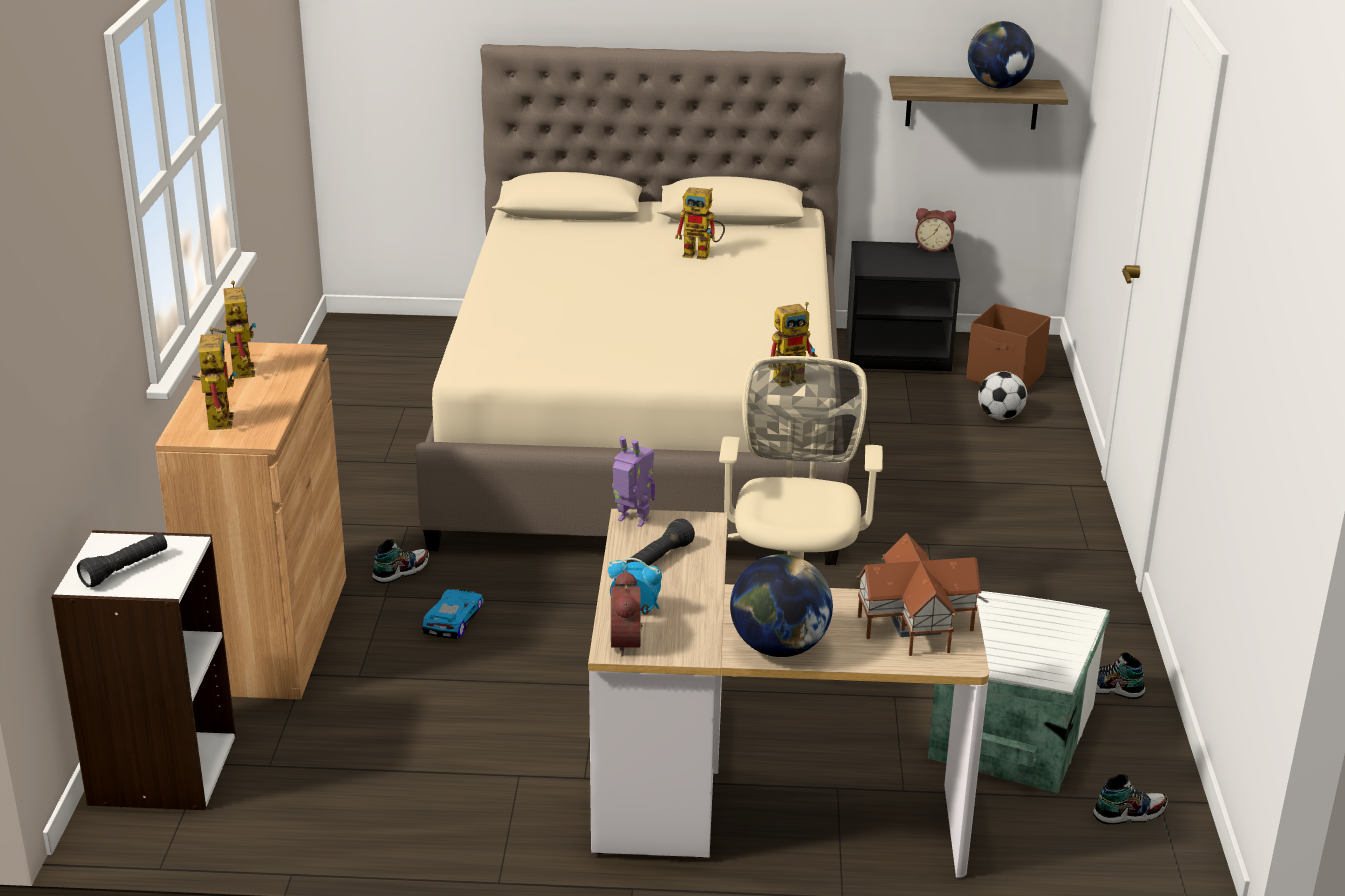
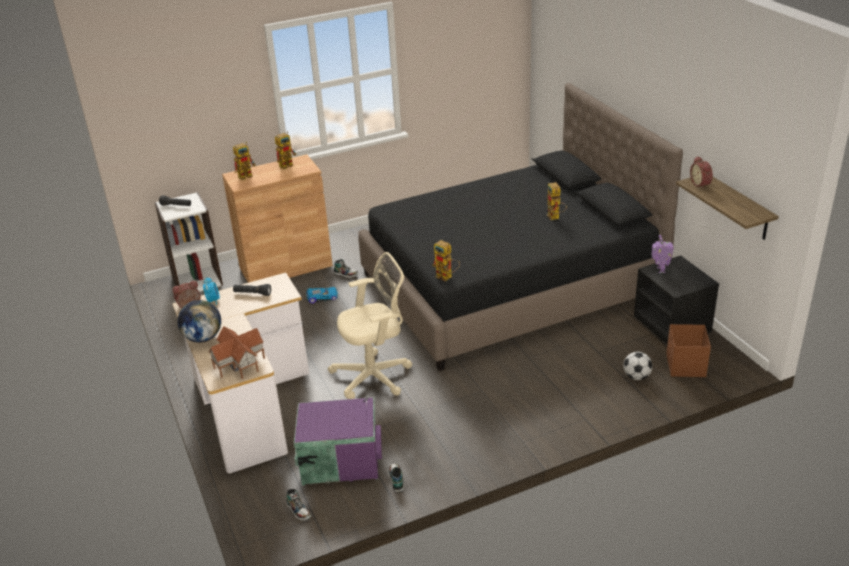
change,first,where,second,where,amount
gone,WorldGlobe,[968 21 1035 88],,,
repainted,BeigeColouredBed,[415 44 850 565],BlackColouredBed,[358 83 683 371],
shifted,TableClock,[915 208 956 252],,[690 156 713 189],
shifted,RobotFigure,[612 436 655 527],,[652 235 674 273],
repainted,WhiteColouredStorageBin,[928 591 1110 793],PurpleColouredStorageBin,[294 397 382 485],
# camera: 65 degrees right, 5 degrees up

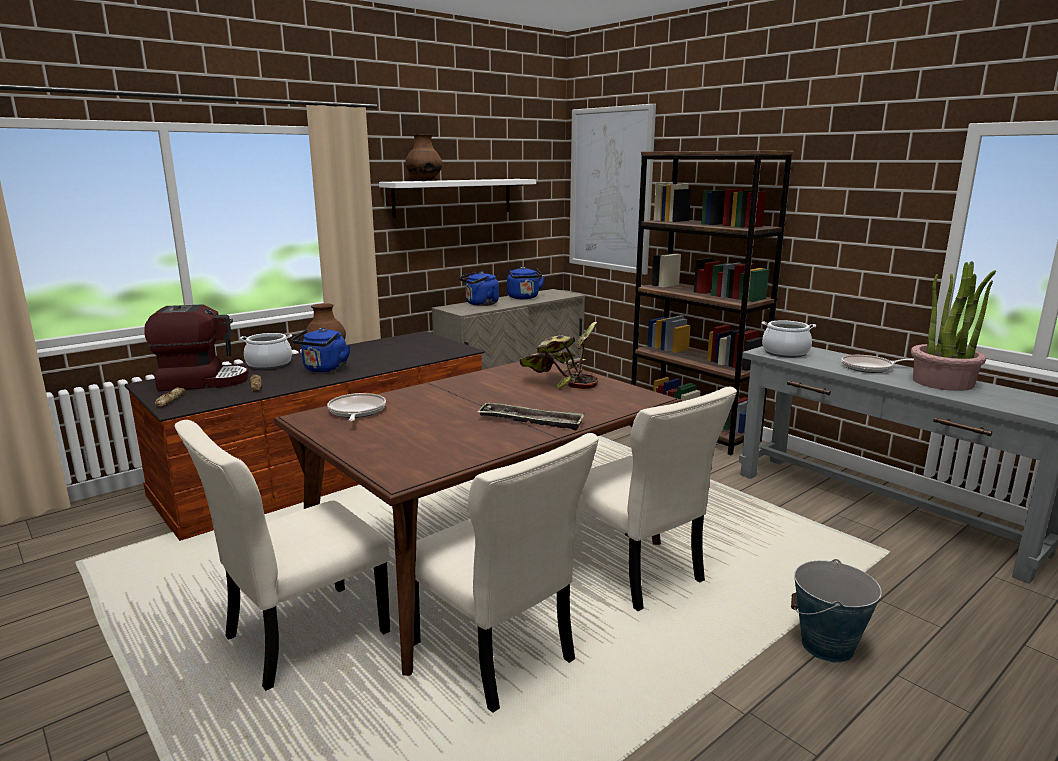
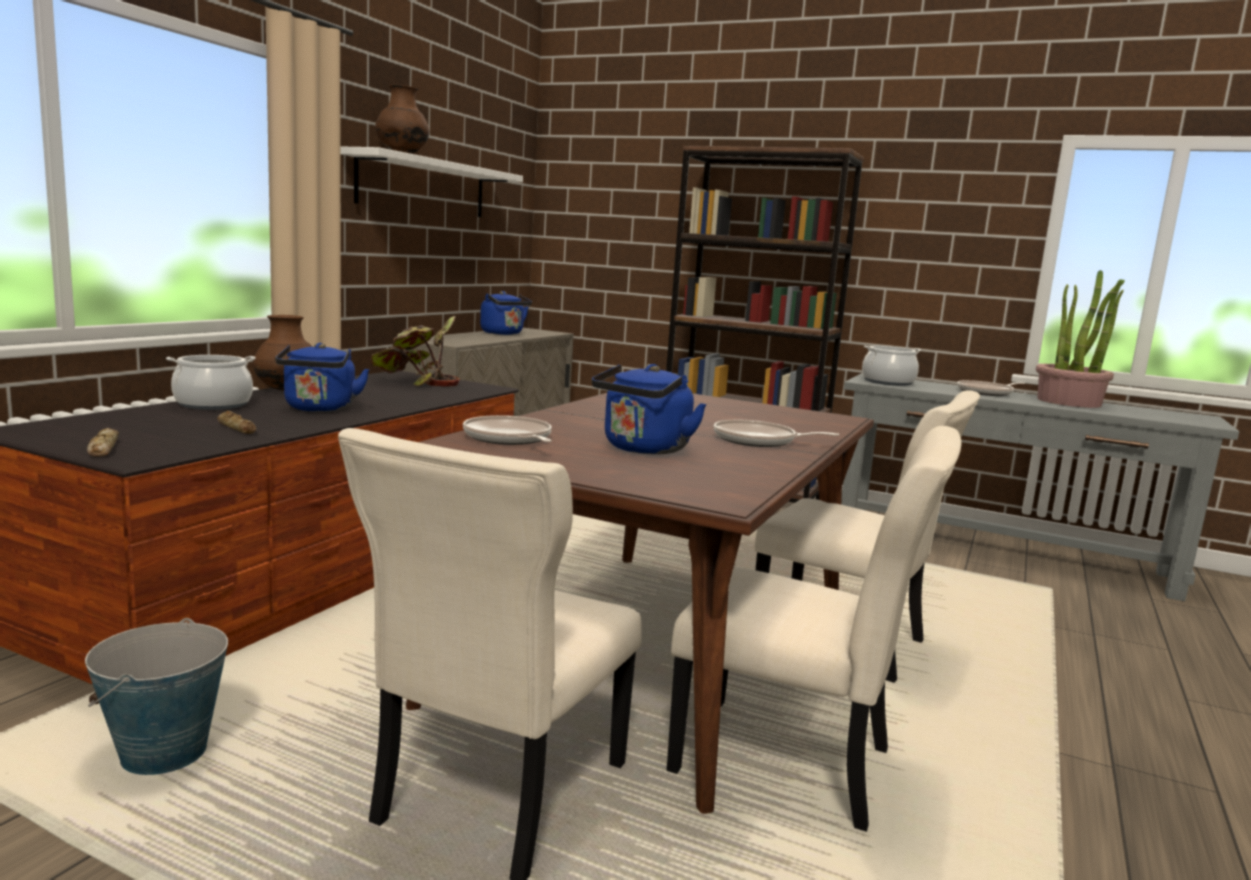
change,first,where,second,where,amount
gone,WallArt,[569 104 656 275],,,
shifted,BluishWaterKettle,[459 271 499 306],,[592 364 707 454],
gone,CoffeeMaker,[144 304 249 391],,,
shifted,PottedPlant,[520 322 599 389],,[370 316 461 387],
swapped,CarryingTray,[477 403 585 430],Skillet,[714 420 839 447],
shifted,WaterBucket,[791 559 882 663],,[85 618 228 775],
# camera: 25 degrees left, 5 degrees down

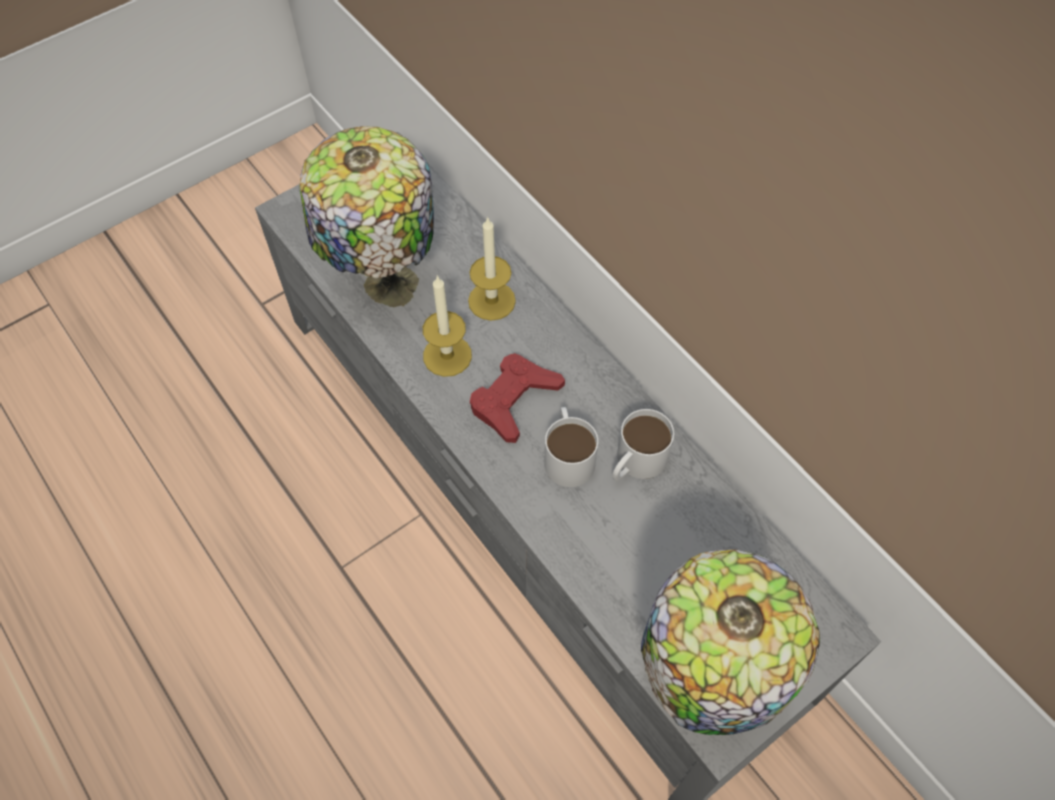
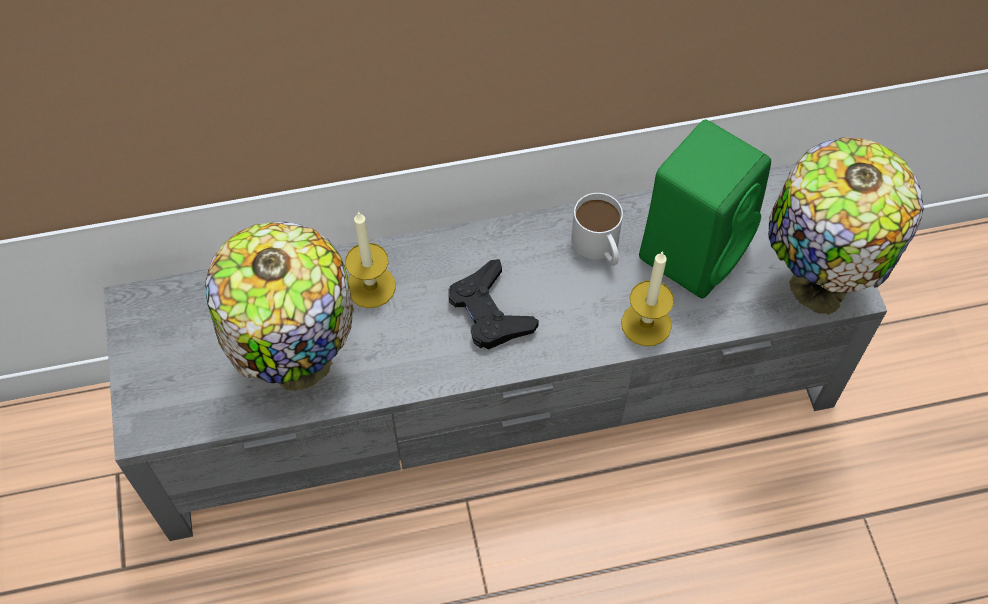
change,first,where,second,where,amount
shifted,Candle,[423 275 472 377],,[621 251 674 346],
repainted,ReddishGameController,[470 353 565 443],BlackColouredGameController,[448 259 539 350],
gone,WhiteColouredCoffeeMug,[544 407 598 487],,,
new,,,GreenColouredSpeaker,[639 119 771 299],
# camera: 65 degrees left, 0 degrees up

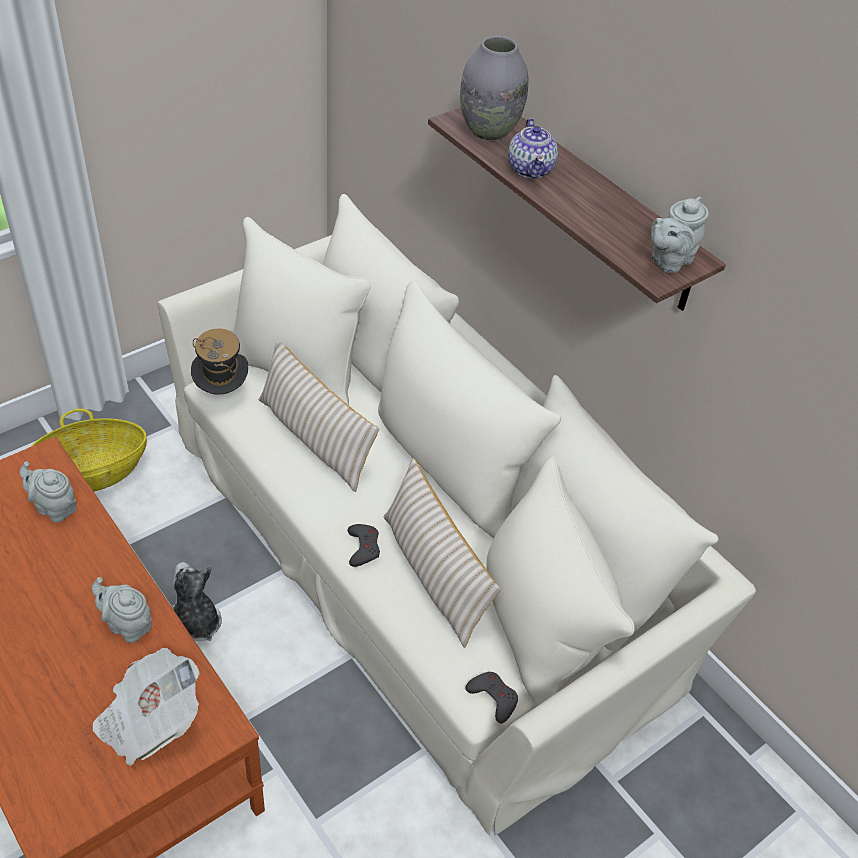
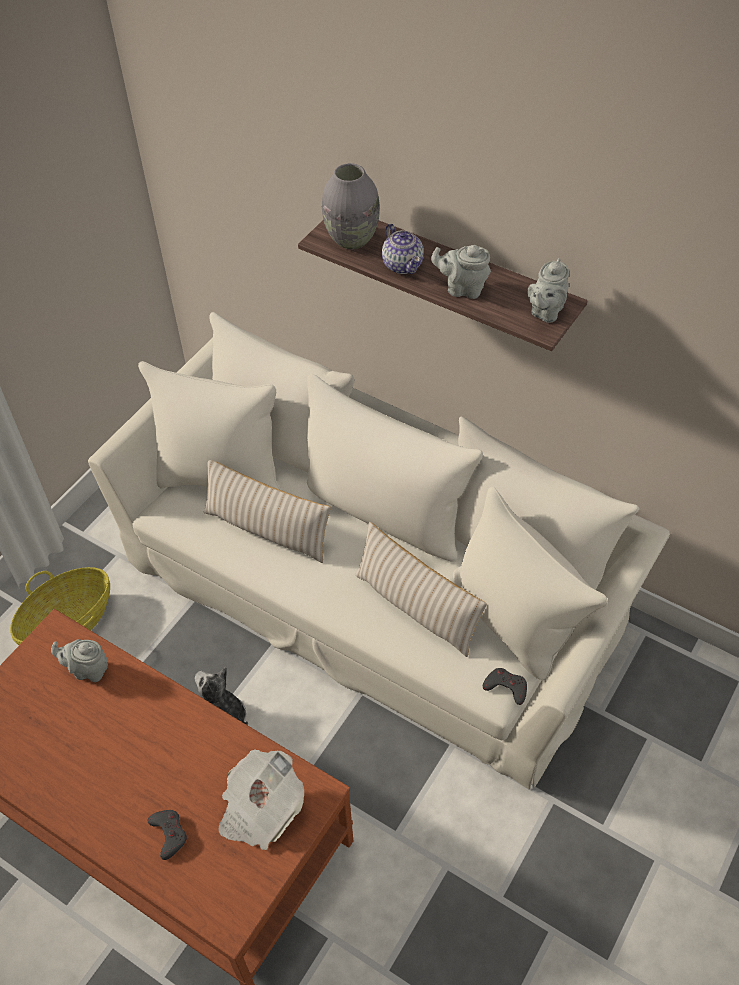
change,first,where,second,where,amount
gone,Hat,[191 328 248 395],,,
shifted,GreyGameController,[348 524 380 567],,[148 810 187 860],
shifted,GreyTeaPot,[92 577 152 643],,[431 245 491 299],
# camera: 15 degrees left, 5 degrees up

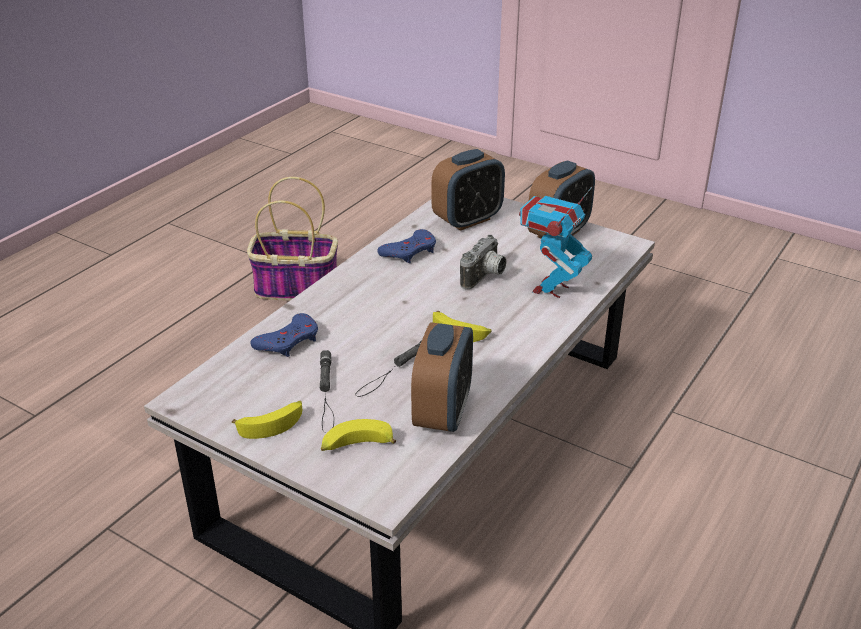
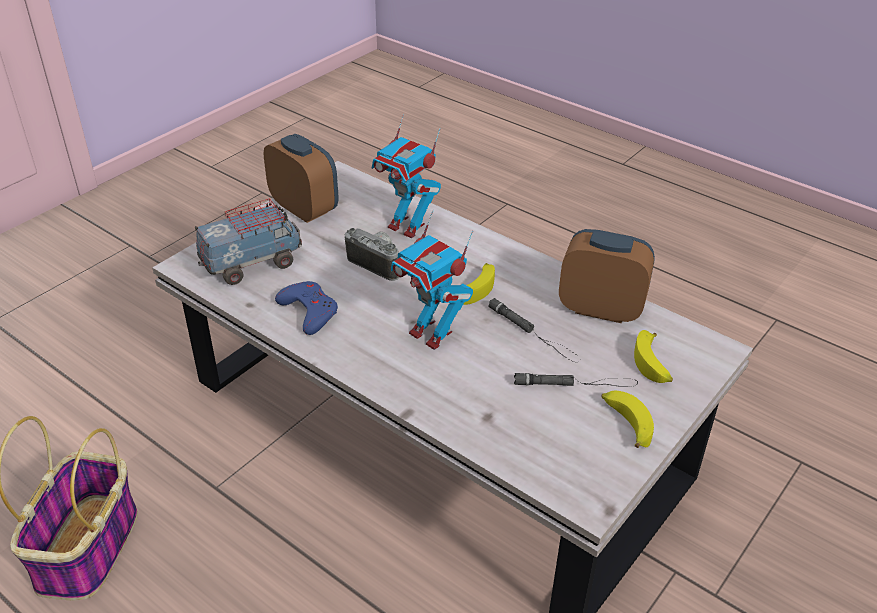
change,first,where,second,where,amount
swapped,TableClock,[431 149 505 231],ToyTruck,[195 199 302 285],
gone,BluishGameController,[250 313 318 357],,,
new,,,RobotFigure,[391 210 473 350],
# camera: 85 degrees left, 5 degrees up

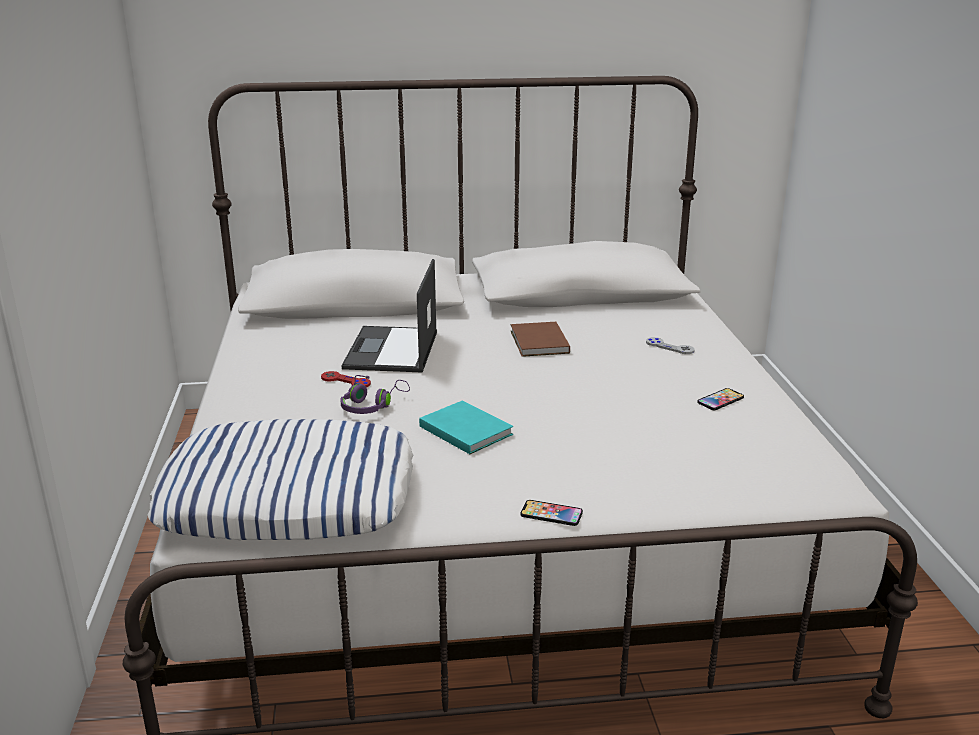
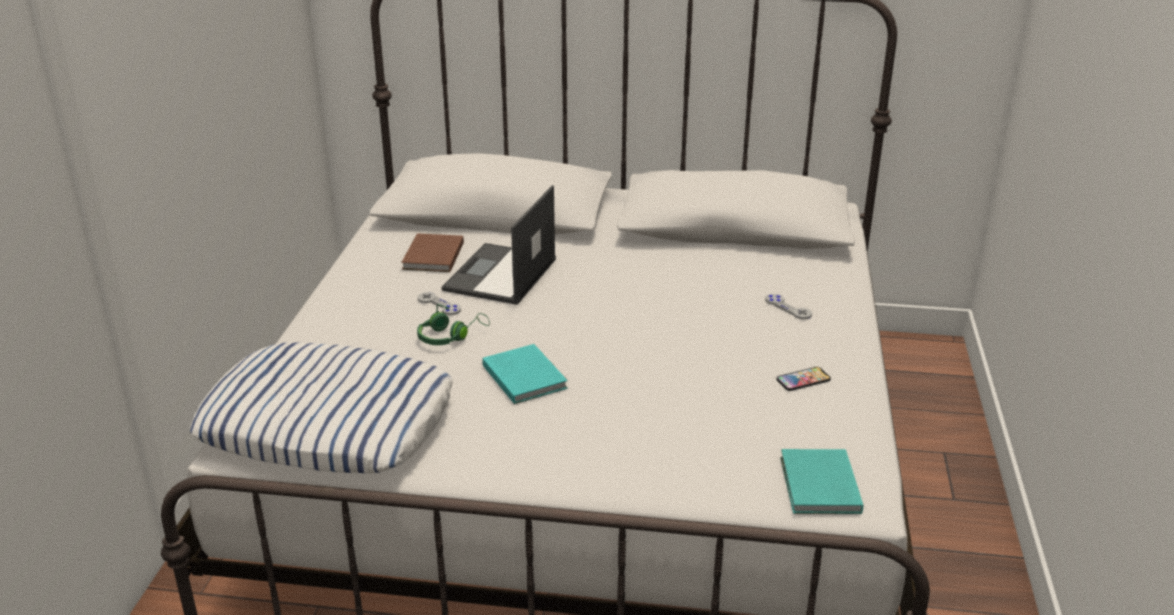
change,first,where,second,where,amount
shifted,BrownBoundBook,[511 322 570 357],,[401 233 464 272],
repainted,ReddishGameController,[321 371 371 387],GreyGameController,[417 292 461 315],
repainted,PurpleColouredHeadphones,[340 375 410 414],GreenColouredHeadphones,[417 304 490 345],
gone,Phone,[521 500 583 526],,,
new,,,BlueGreenBoundBook,[780 449 863 514],
# camera: 15 degrees right, 5 degrees up

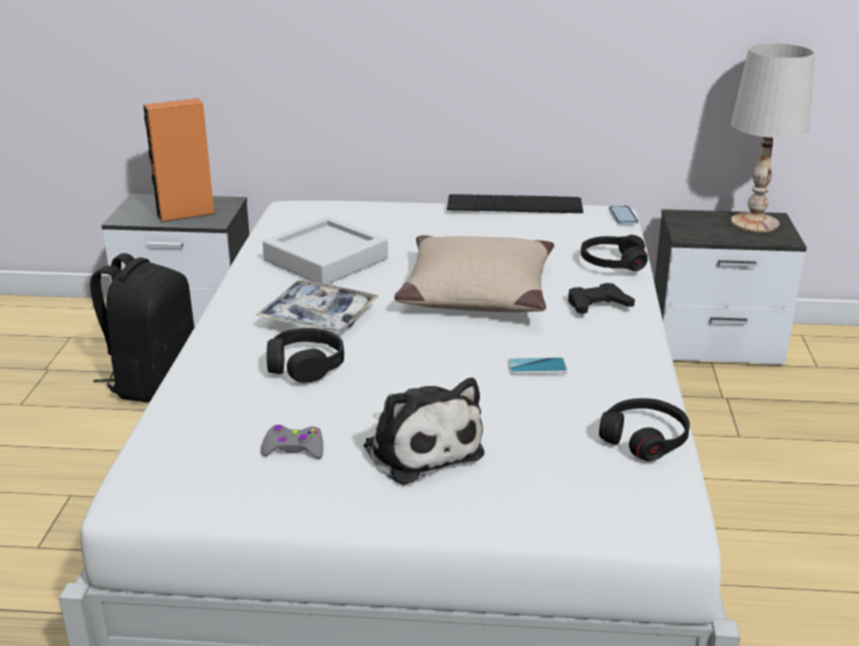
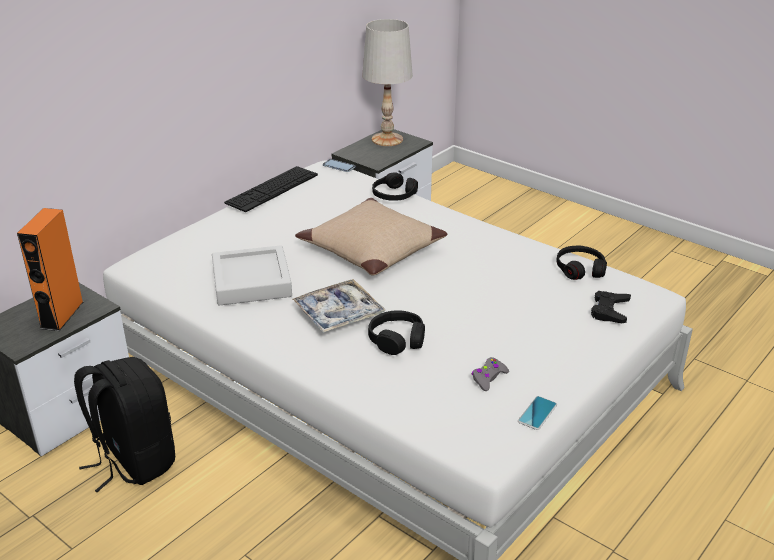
change,first,where,second,where,amount
shifted,BlackColouredGameController,[568 283 635 314],,[591 291 631 323],
shifted,Phone,[508 357 568 374],,[518 396 557 430],
gone,CuddlyToy,[363 378 485 485],,,
# camera: 55 degrees left, 5 degrees up

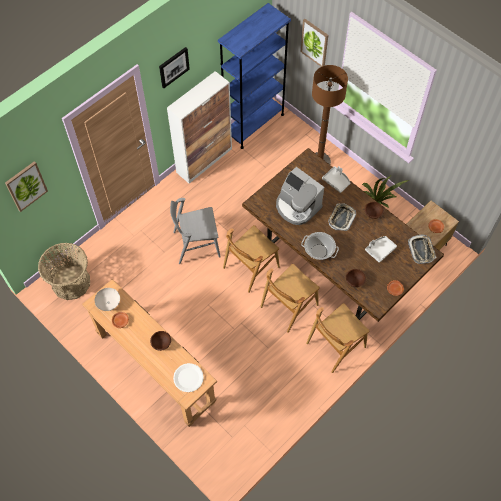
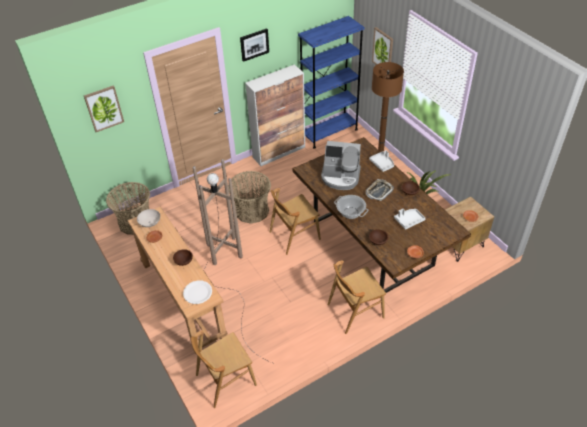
change,first,where,second,where,amount
rotated,CoffeeMaker,[276 167 324 225],,[321 141 361 190],45 degrees counterclockwise
swapped,GreyUprightChair,[170 198 220 264],HouseholdBasket,[228 171 271 224],
gone,CarryingTray,[408 234 436 264],,,
shifted,BrownUprightChair,[260 264 320 333],,[191 330 257 408],
new,,,BrownStandardLamp,[193 159 272 363],
# camera: 15 degrees right, 15 degrees down

